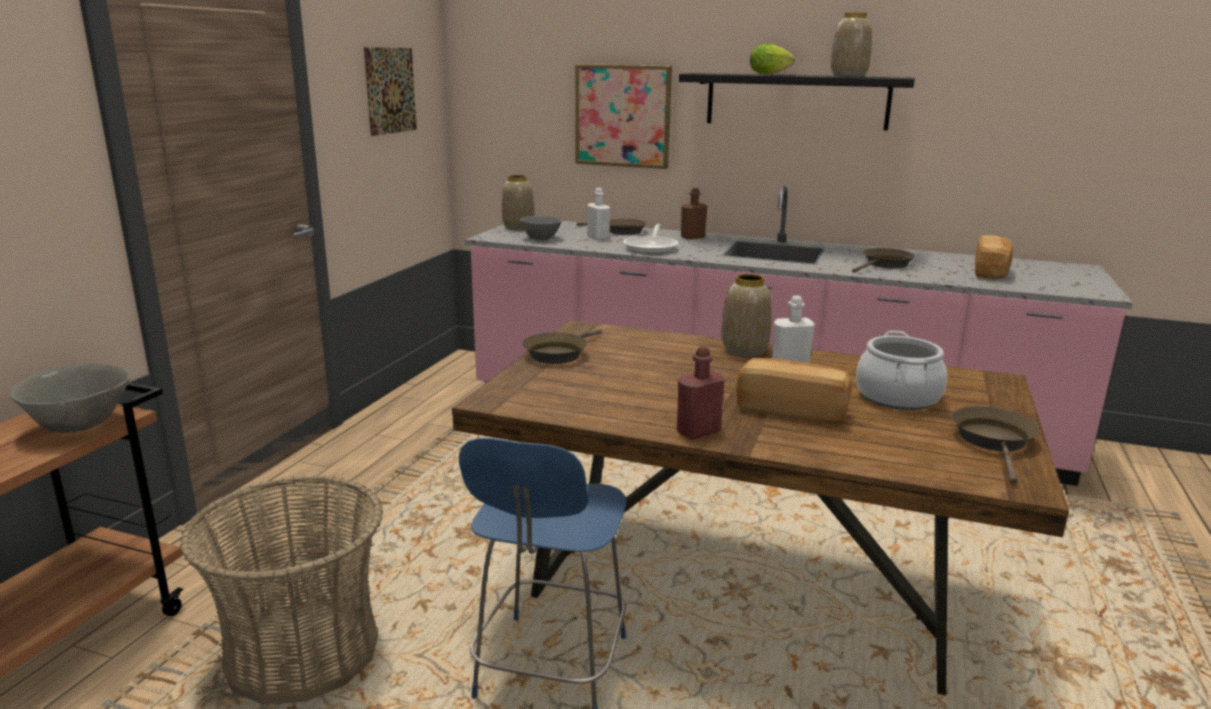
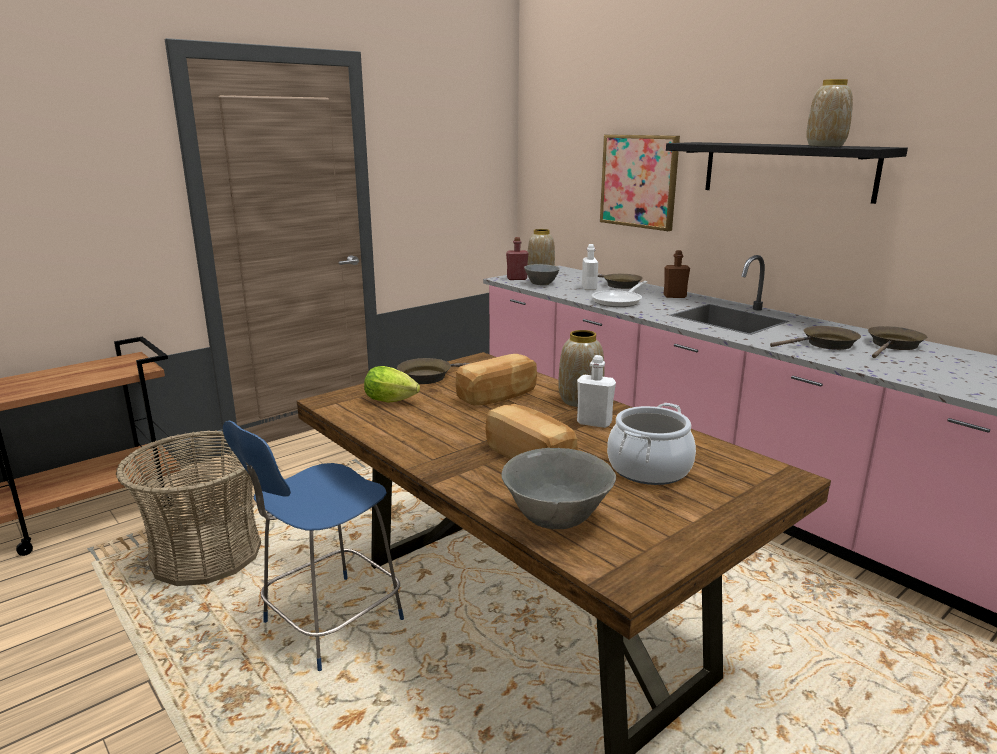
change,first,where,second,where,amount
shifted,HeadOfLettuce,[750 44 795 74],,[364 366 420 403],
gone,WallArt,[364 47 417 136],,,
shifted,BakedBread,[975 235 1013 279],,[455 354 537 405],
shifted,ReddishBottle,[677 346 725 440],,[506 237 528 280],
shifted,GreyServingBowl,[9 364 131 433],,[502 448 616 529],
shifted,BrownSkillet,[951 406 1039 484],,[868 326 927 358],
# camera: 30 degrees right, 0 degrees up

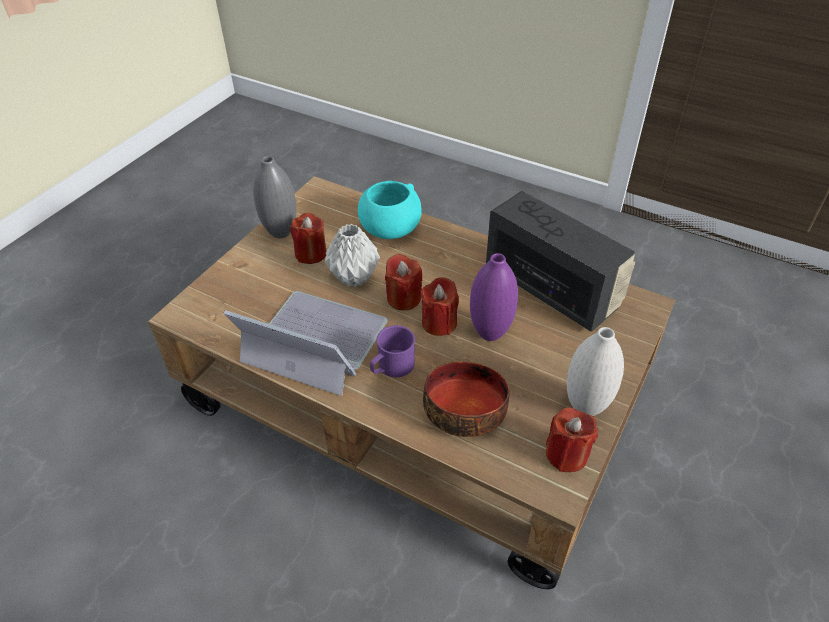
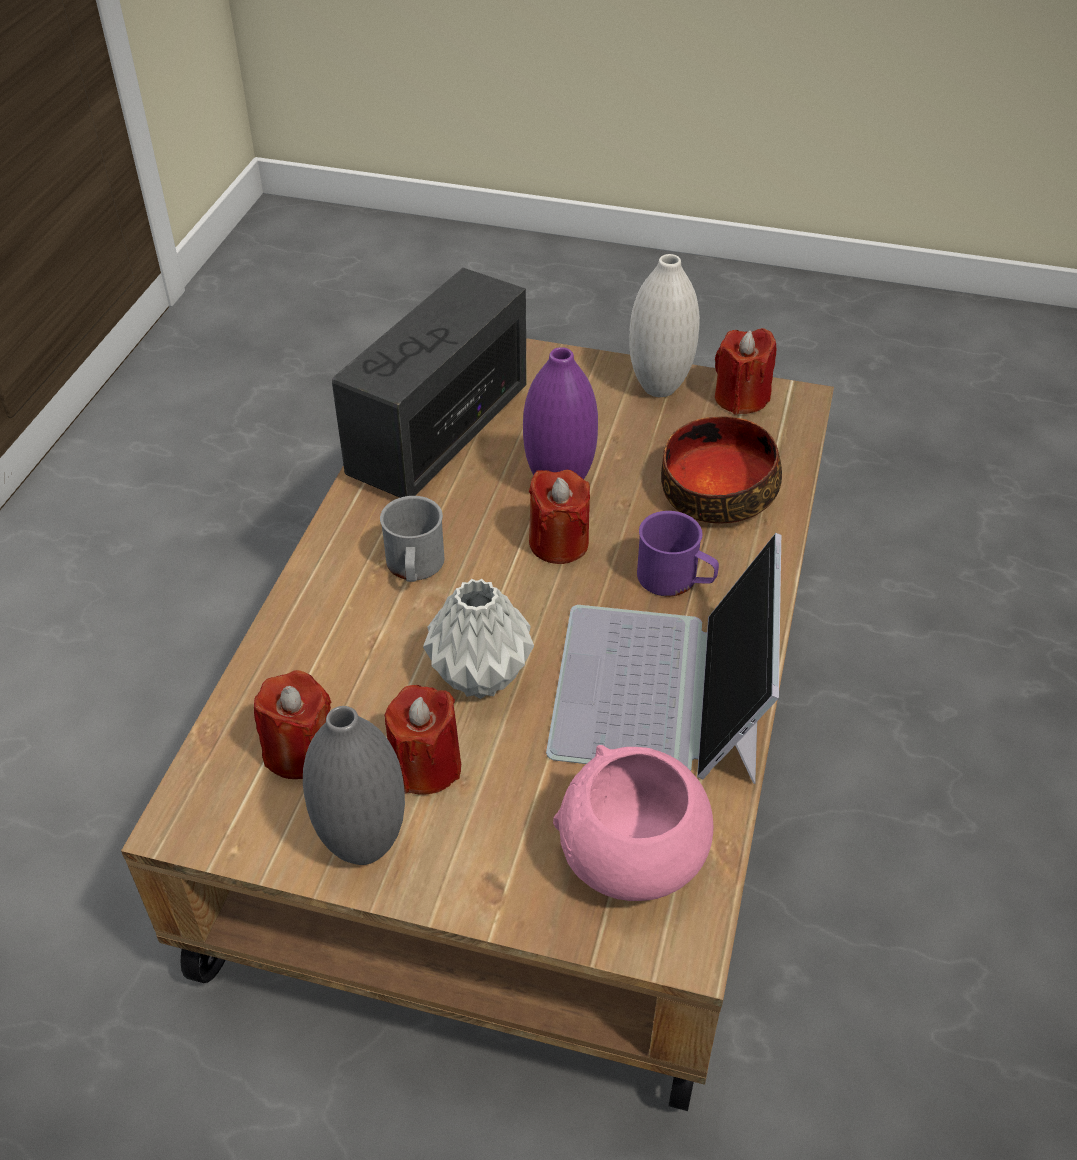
change,first,where,second,where,amount
gone,BlueGreenServingBowl,[358 181 422 239],,,
shifted,ReddishCandle,[385 254 422 310],,[254 670 331 779],
new,,,GreyCoffeeMug,[380 496 445 582],
new,,,PinkishServingBowl,[553 745 713 901],
# camera: 105 degrees left, 0 degrees up

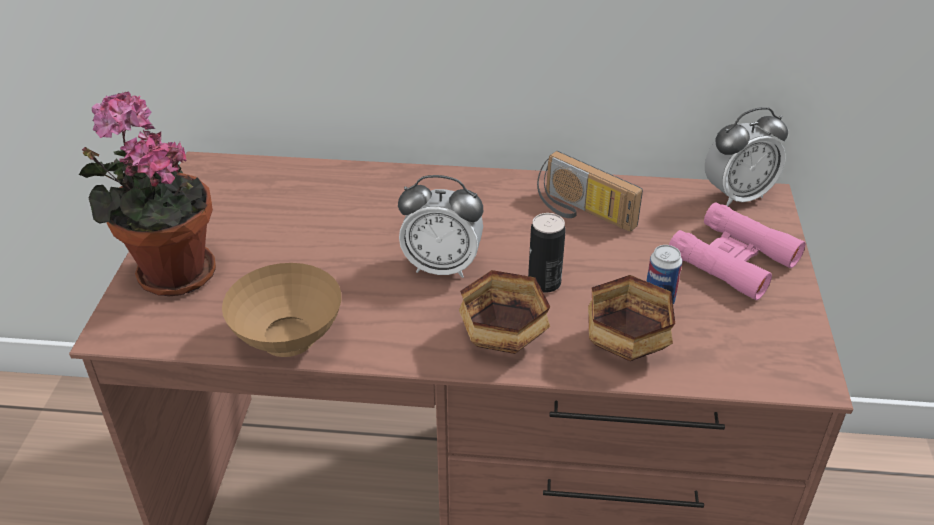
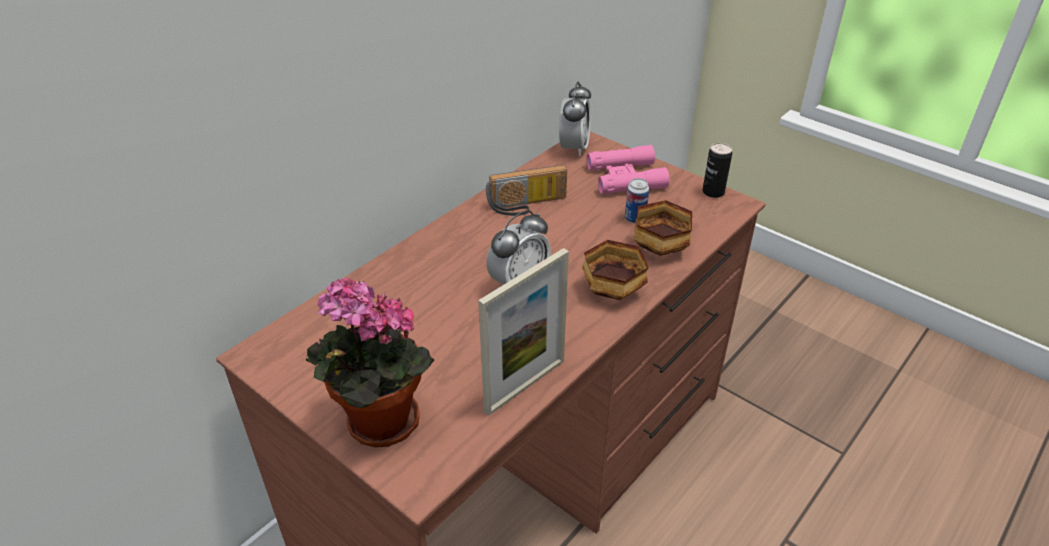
change,first,where,second,where,amount
shifted,SealedCan,[528 213 566 293],,[702 143 732 198],
swapped,BrownServingBowl,[222 263 341 357],PhotoFrame,[478 248 569 416],
# camera: 55 degrees left, 0 degrees up

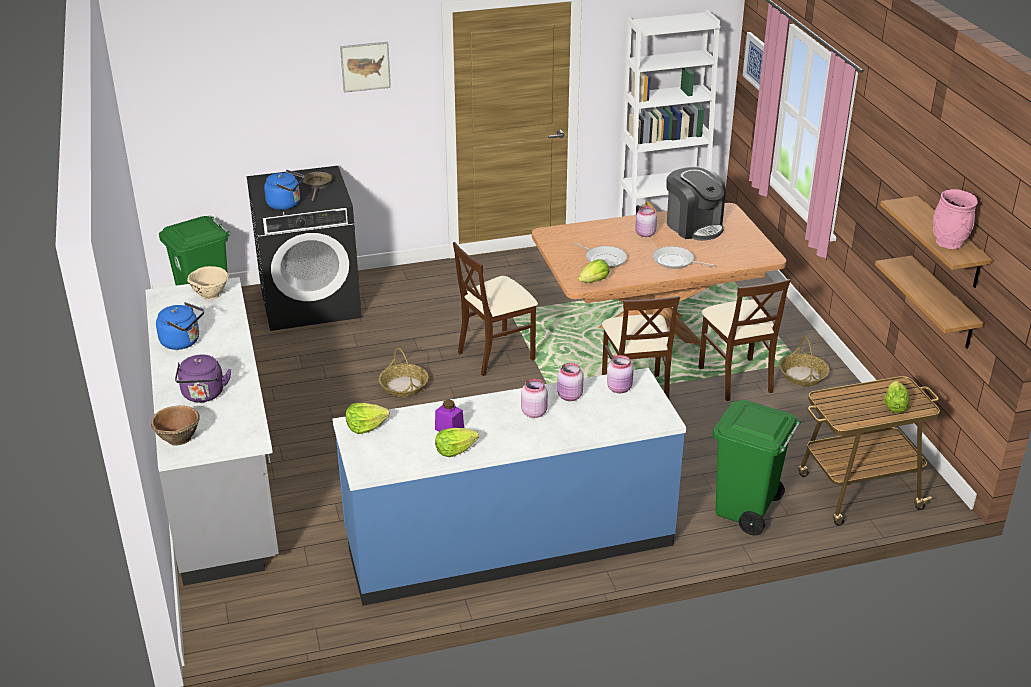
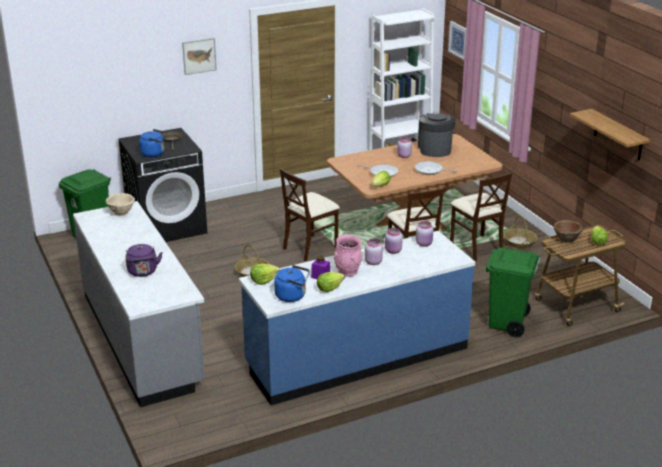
change,first,where,second,where,amount
rotated,CoffeeMaker,[666 167 726 241],,[418 113 456 157],135 degrees counterclockwise
shifted,PinkishFlowerVase,[933 189 978 249],,[334 235 362 277],
gone,BracketShelf,[875 256 984 349],,,
shifted,BluishWaterKettle,[156 302 204 350],,[274 265 309 302],
shifted,BrownServingBowl,[151 405 200 446],,[554 220 583 243],
# camera: 10 degrees left, 5 degrees down

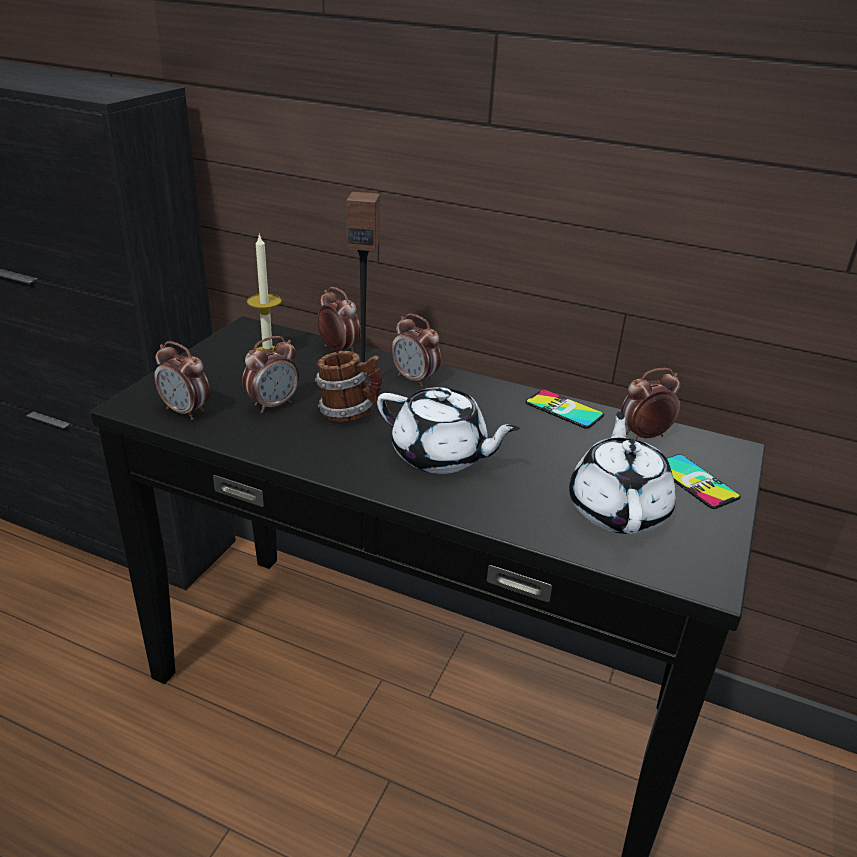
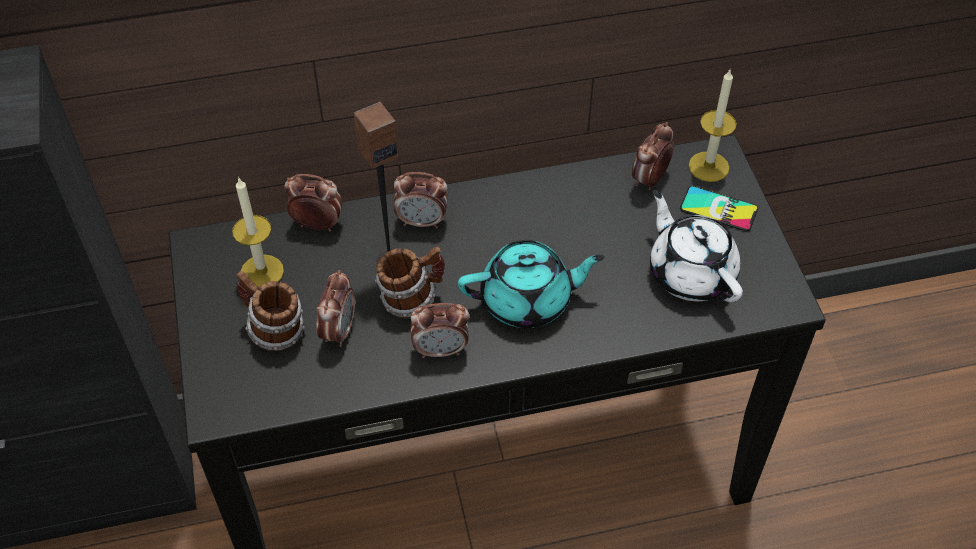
change,first,where,second,where,amount
shifted,TableClock,[154 341 210 420],,[411 303 469 358],
repainted,WhiteColouredTeaPot,[377 387 520 474],BlueGreenTeaPot,[458 240 605 328],
gone,Phone,[526 389 604 429],,,
new,,,Candle,[689 70 737 182],
new,,,CoffeeMug,[236 271 305 351],
# camera: 35 degrees left, 20 degrees up

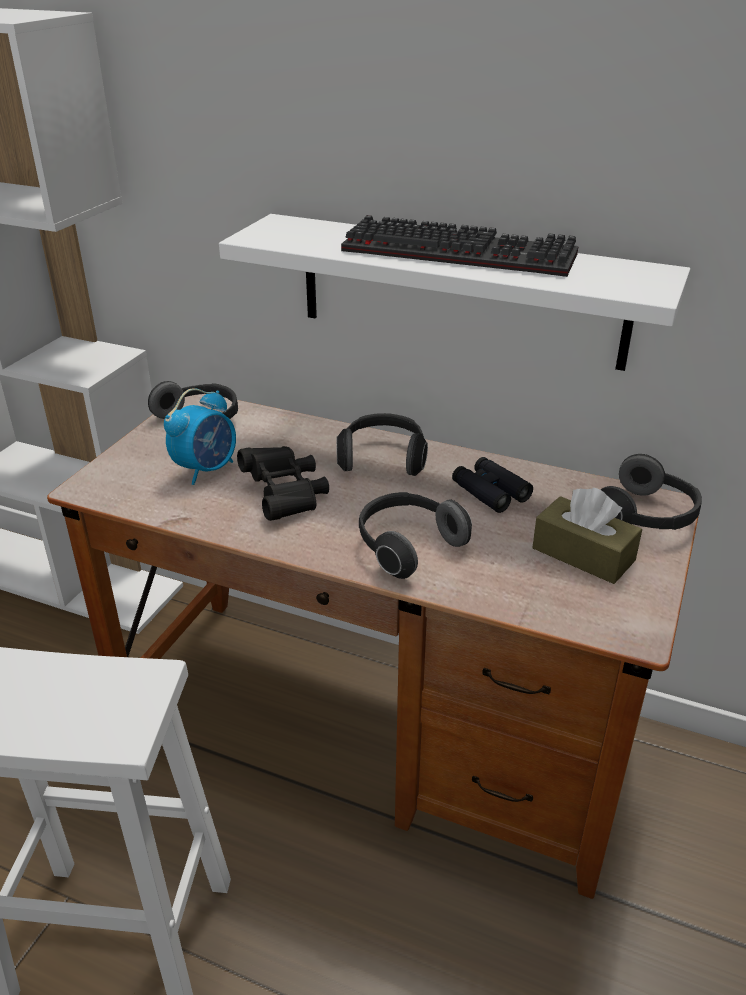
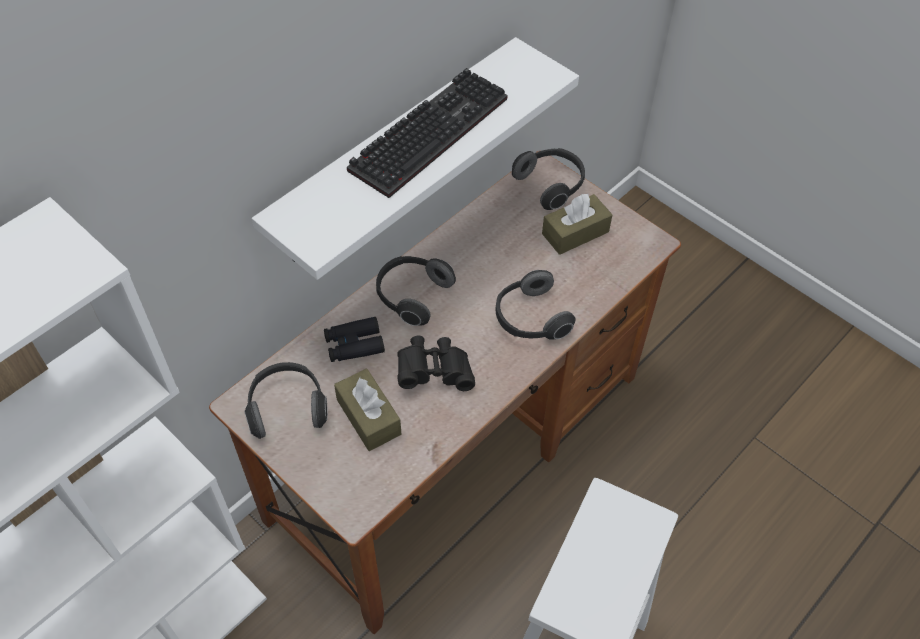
change,first,where,second,where,amount
swapped,TableClock,[164 388 236 485],BrownTissueHolder,[334 369 401 451],
shifted,BlackColouredFieldGlasses,[452 457 533 513],,[324 317 385 362],
# camera: 70 degrees left, 20 degrees up

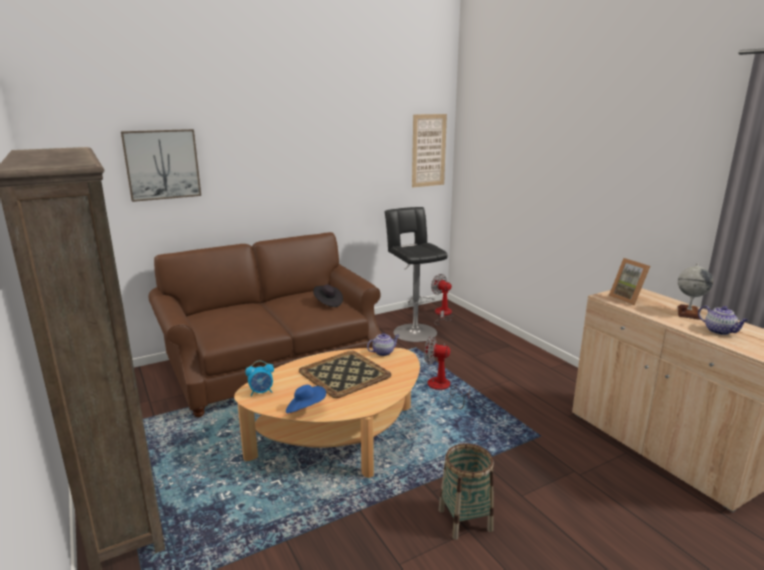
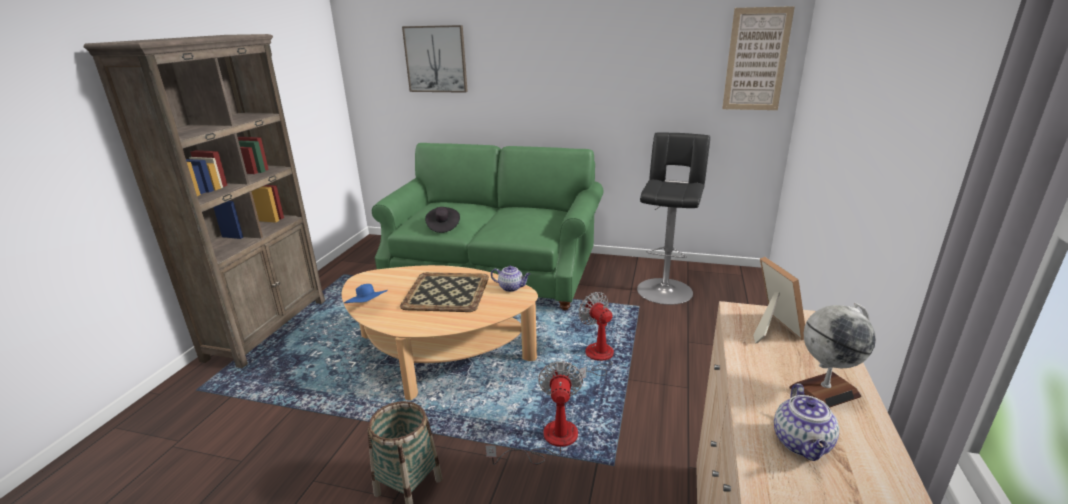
change,first,where,second,where,amount
repainted,BrownSettee,[149 232 381 417],GreenColouredSettee,[372 143 603 310],
rotated,PhotoFrame,[609 258 650 305],,[753 257 805 343],150 degrees clockwise
shifted,ElectricFan,[431 274 453 326],,[485 361 583 465],
shifted,BlackColouredHat,[313 284 343 307],,[425 207 460 233],
gone,TableClock,[245 361 274 396],,,
# camera: 45 degrees right, 5 degrees up

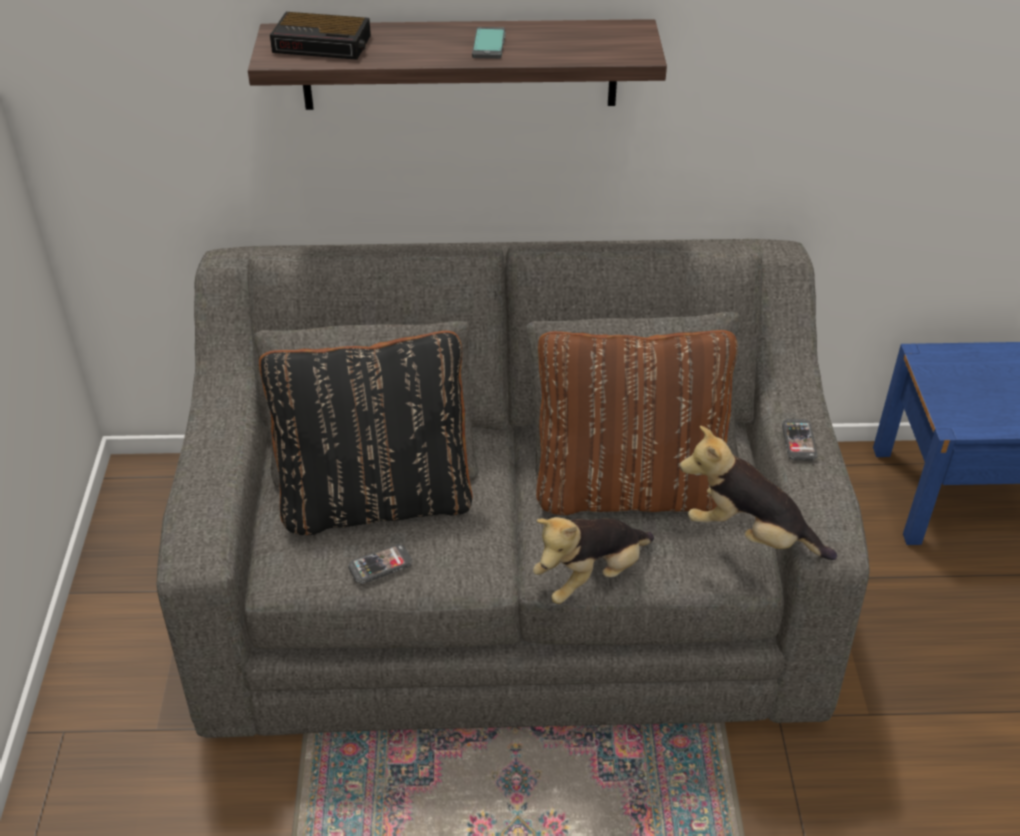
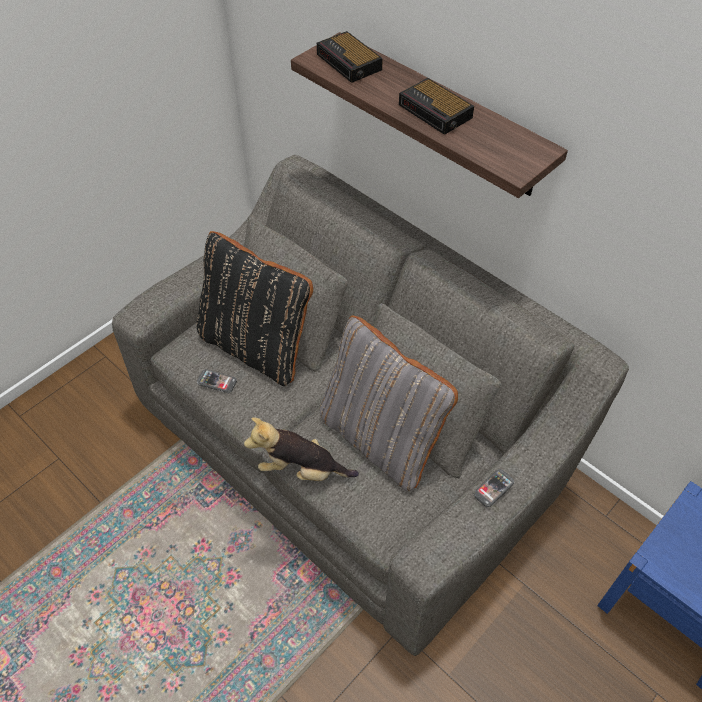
change,first,where,second,where,amount
swapped,Phone,[472 27 506 59],TableClock,[399 78 474 135],
repainted,BrownPillow,[536 330 738 515],GreyPillow,[320 315 458 492],
gone,CuddlyToy,[680 426 837 560],,,
# camera: 45 degrees right, 10 degrees up

